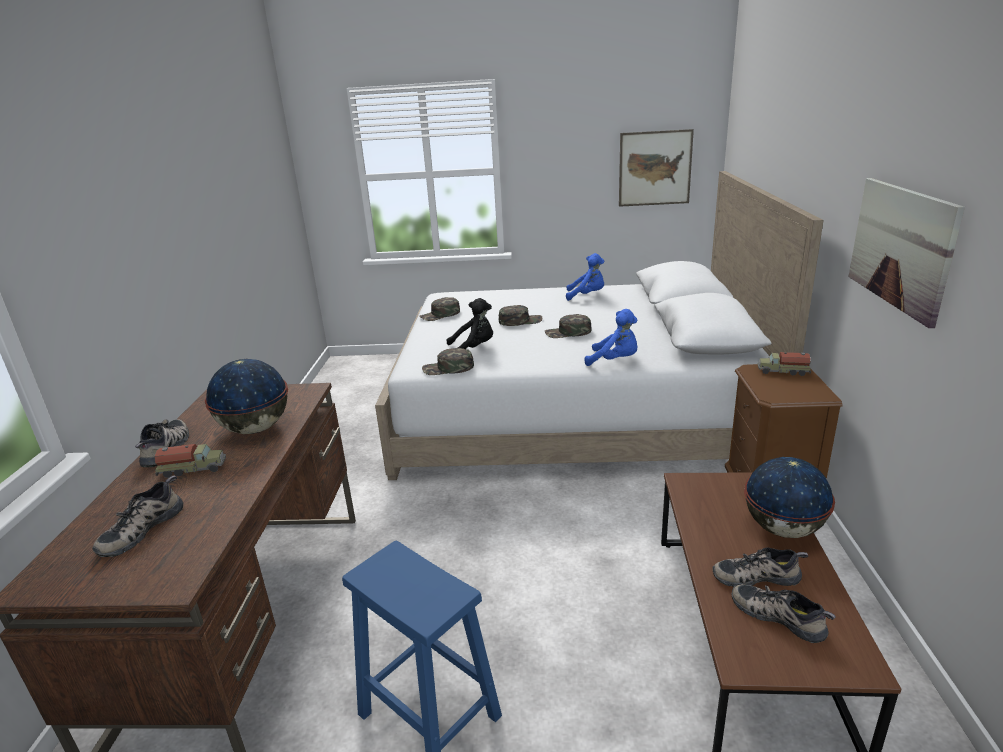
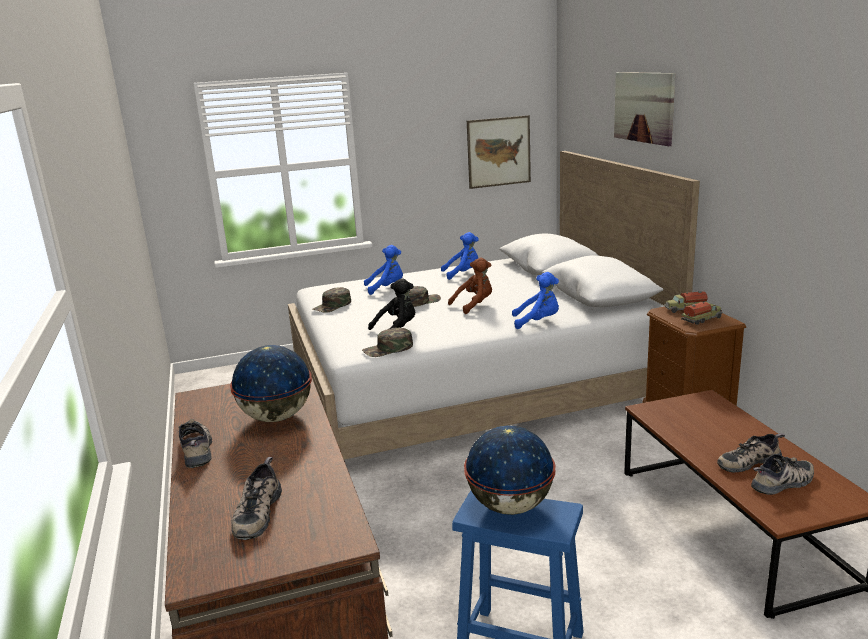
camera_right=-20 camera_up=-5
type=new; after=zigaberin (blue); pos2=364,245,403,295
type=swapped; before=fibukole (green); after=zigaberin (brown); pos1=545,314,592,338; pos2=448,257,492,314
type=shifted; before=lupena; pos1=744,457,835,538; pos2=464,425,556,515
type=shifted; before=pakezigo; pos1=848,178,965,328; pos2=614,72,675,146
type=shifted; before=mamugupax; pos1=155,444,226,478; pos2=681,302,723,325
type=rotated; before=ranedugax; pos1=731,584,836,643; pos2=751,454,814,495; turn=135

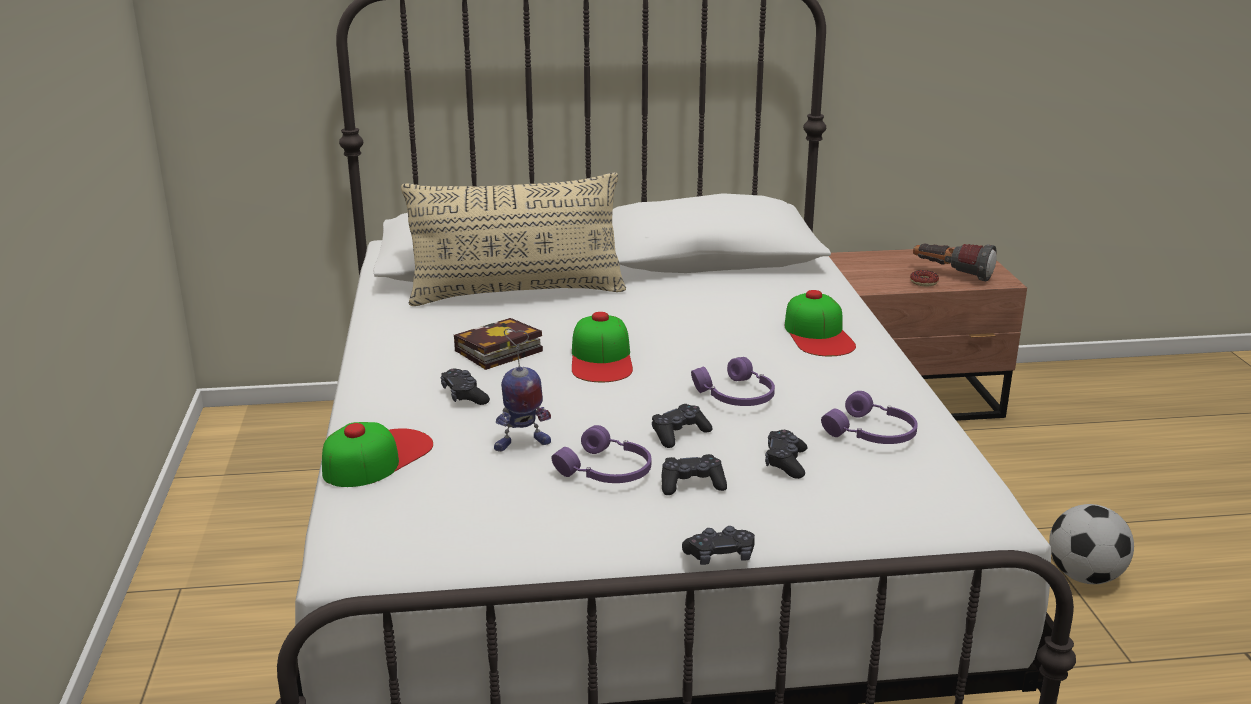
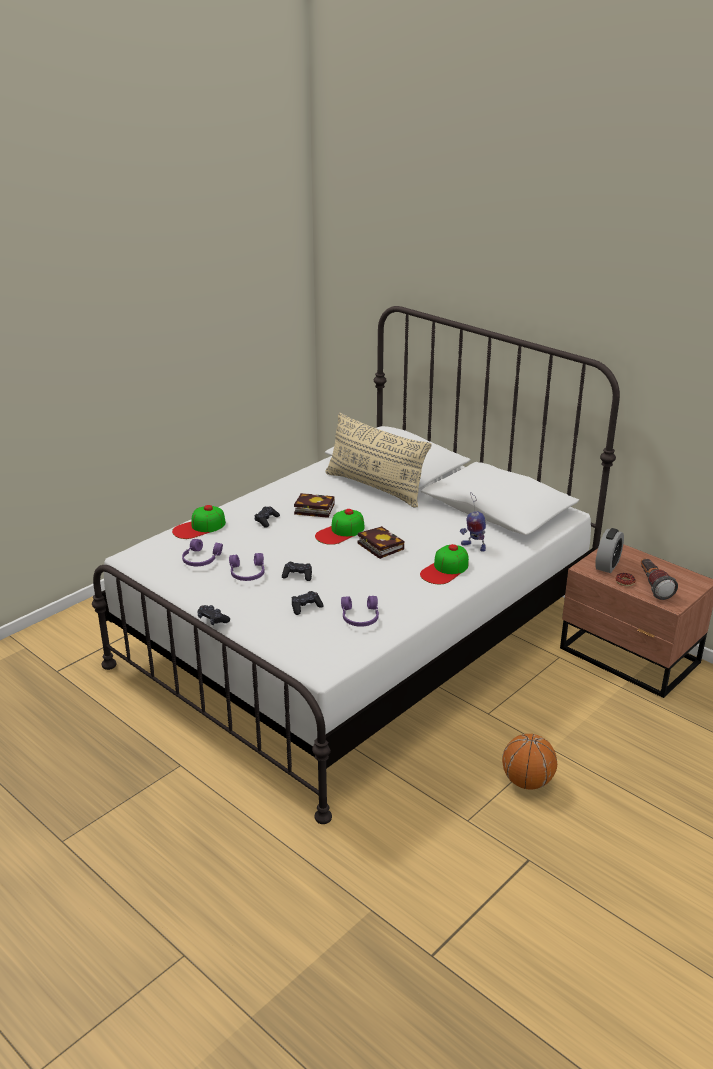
camera_right=50 camera_up=5
type=rotated; before=fibukole; pos1=322,422,433,487; pos2=172,505,226,539; turn=150
type=shifted; before=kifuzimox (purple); pos1=691,357,775,406; pos2=182,539,223,566
type=new; after=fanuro; pos2=357,526,405,559
type=shifted; before=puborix; pos1=494,328,551,452; pos2=460,492,486,552
type=swapped; before=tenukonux; after=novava; pos1=1049,504,1134,584; pos2=502,734,557,789
type=new; after=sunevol; pos2=595,528,624,573
type=gone; before=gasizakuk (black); pos1=662,454,727,495

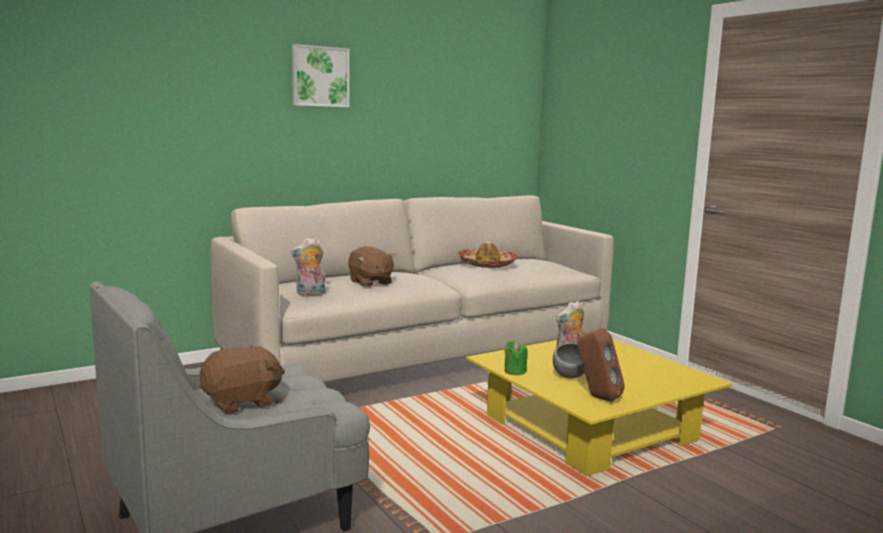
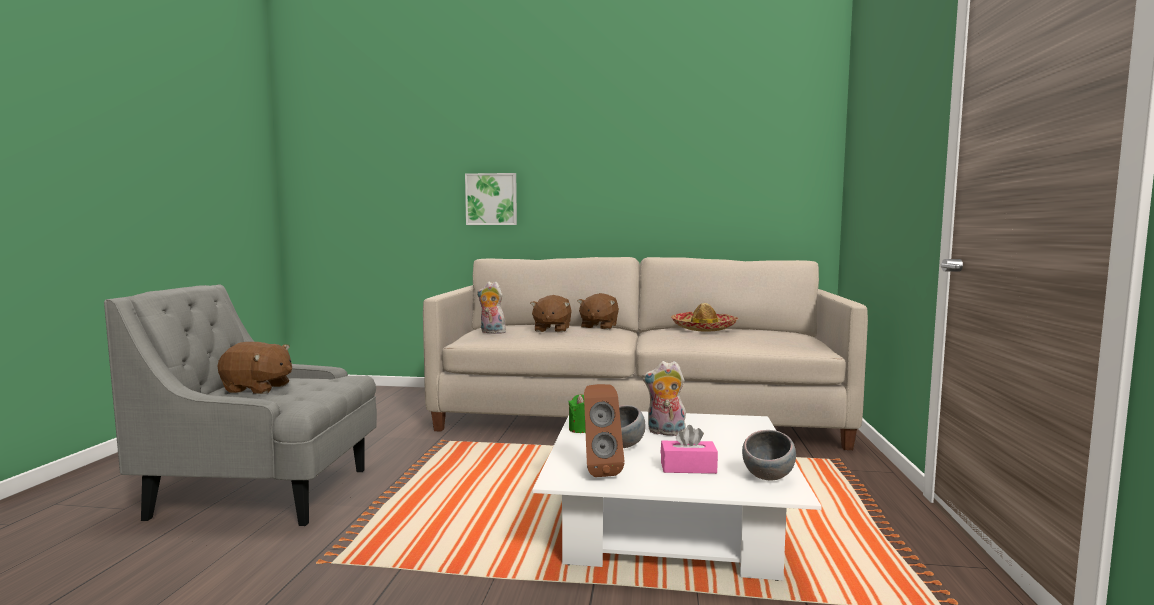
camera_right=40 camera_up=-5
type=shifted; before=pakezigo; pos1=292,44,349,107; pos2=465,173,517,225
type=repainted; before=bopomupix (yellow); after=bopomupix (white); pos1=466,339,733,477; pos2=533,411,822,581
type=new; after=zigaberin (brown); pos2=577,293,619,330
type=new; after=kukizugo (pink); pos2=661,425,718,474
type=new; after=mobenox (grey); pos2=742,430,796,480

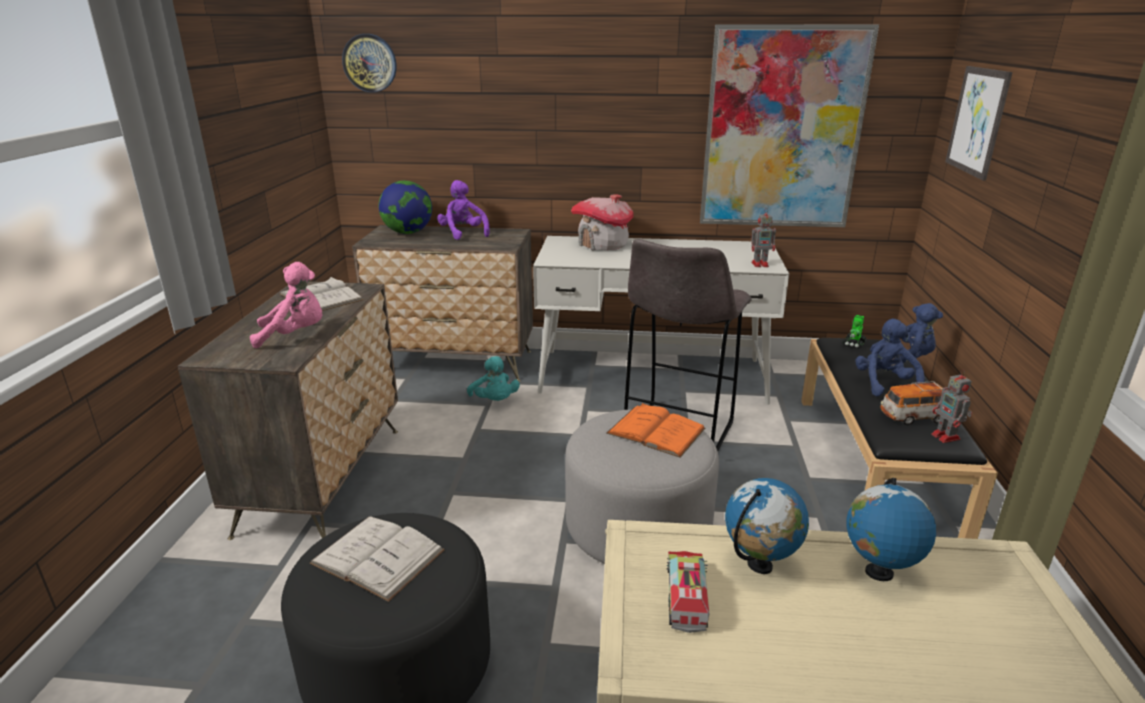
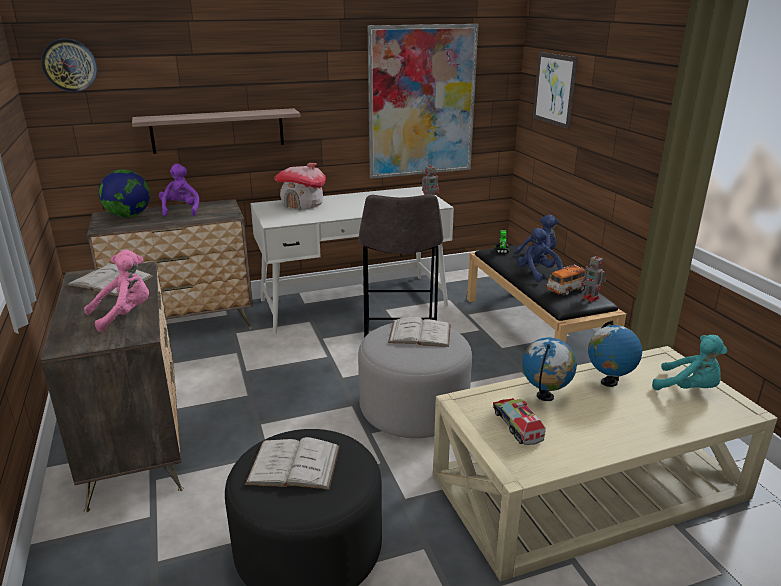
camera_right=-25 camera_up=0
type=new; after=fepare; pos2=132,108,301,154
type=rotated; before=zigaberin (purple); pos1=437,180,490,240; pos2=159,164,199,216; turn=45
type=repainted; before=fanuro (orange); after=fanuro (white); pos1=606,403,705,458; pos2=388,316,451,347
type=shifted; before=zigaberin (turquoise); pos1=467,356,520,401; pos2=652,335,728,390

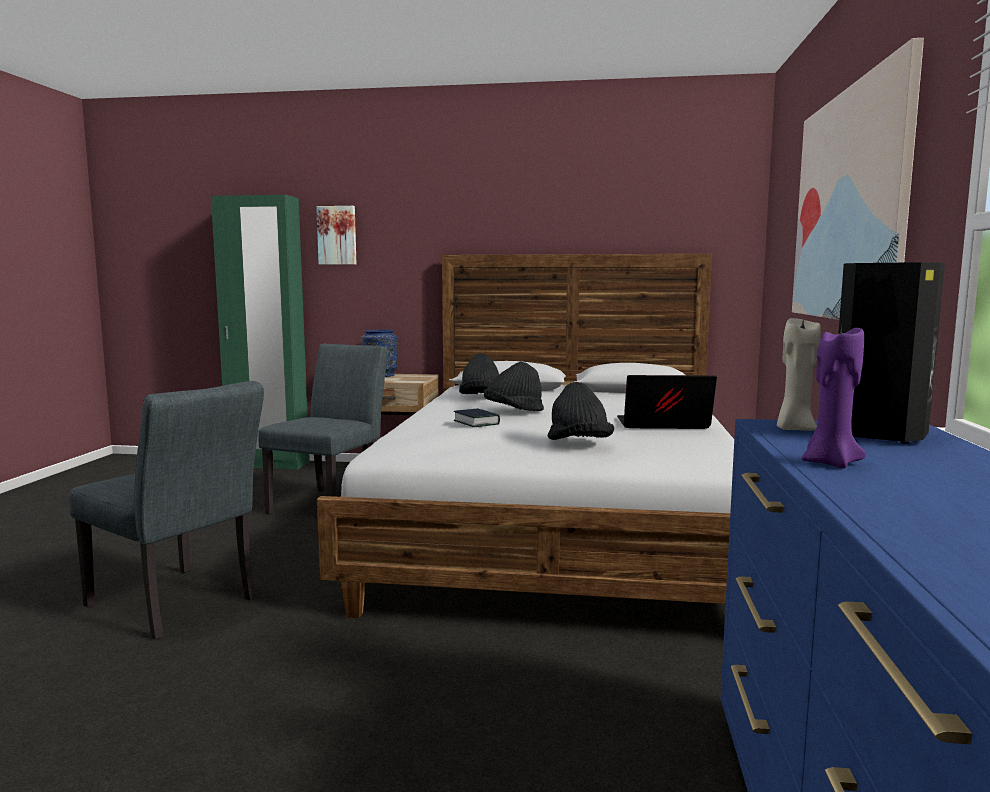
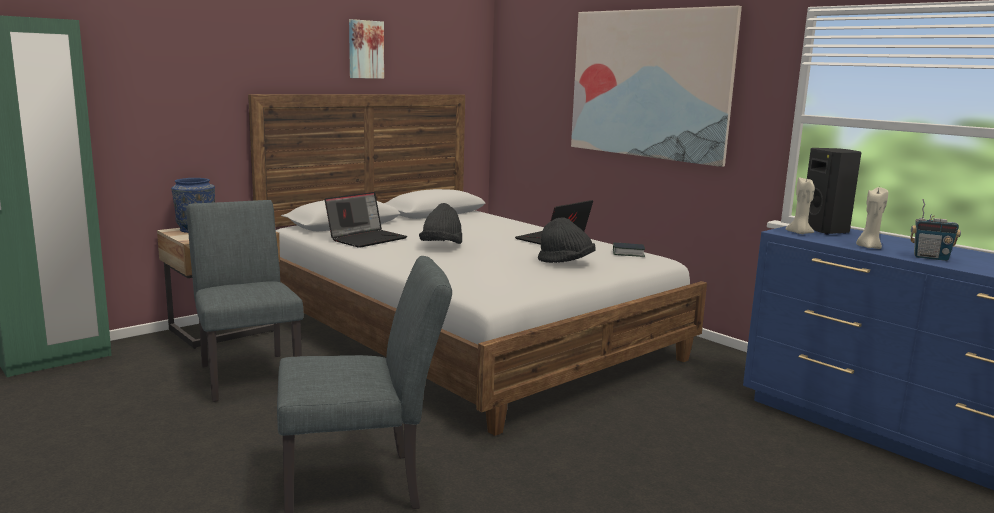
camera_right=-50 camera_up=5
type=swapped; before=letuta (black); after=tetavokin; pos1=459,353,499,394; pos2=325,192,407,248
type=shifted; before=pakezigo; pos1=316,206,357,265; pos2=349,19,384,79
type=shifted; before=fanuro; pos1=454,408,500,427; pos2=613,243,645,257
type=repainted; before=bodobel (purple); after=bodobel (beige); pos1=801,324,866,469; pos2=856,187,888,249
type=new; after=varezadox; pos2=911,199,961,261

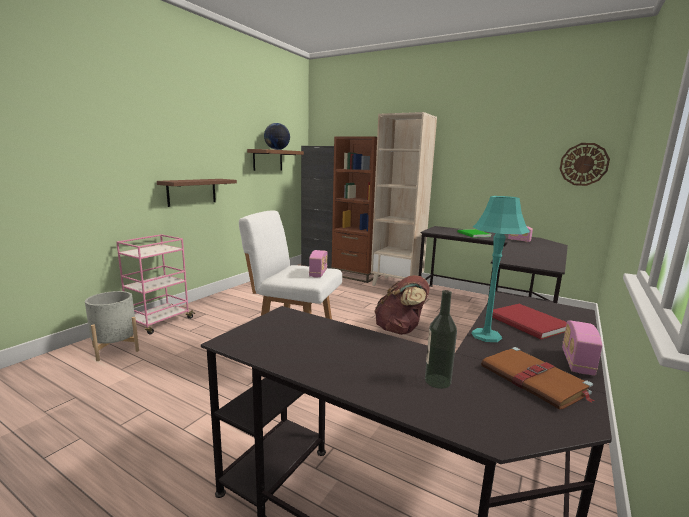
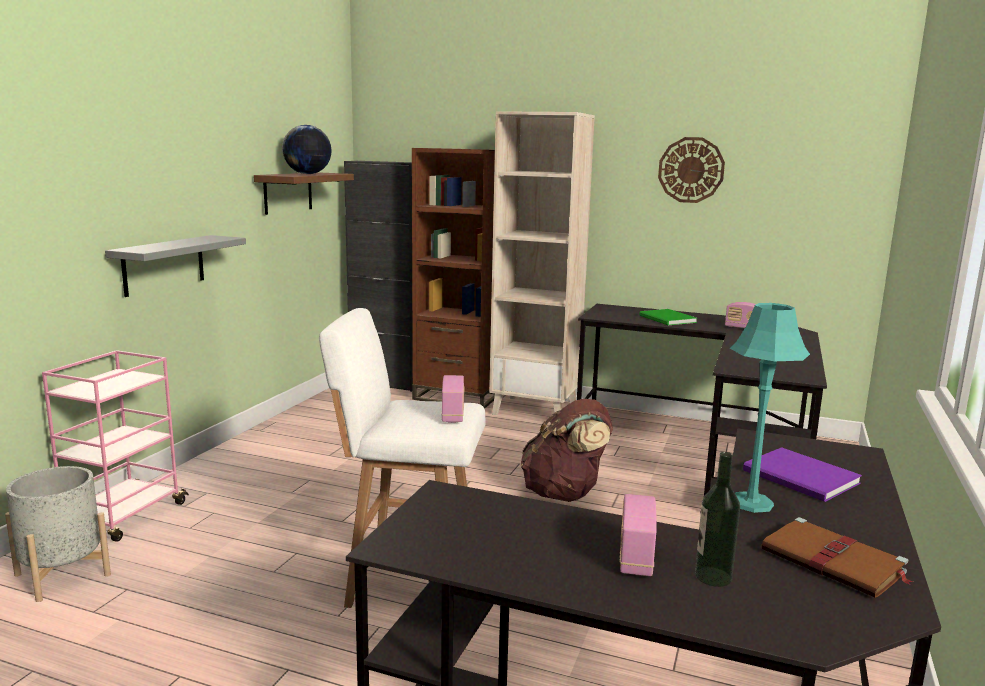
camera_right=-10 camera_up=0
type=repainted; before=fepare (brown); after=fepare (grey); pos1=157,179,237,207; pos2=105,235,246,297
type=shifted; before=varezadox; pos1=562,320,602,376; pos2=619,494,656,576
type=shifted; before=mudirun; pos1=560,143,610,186; pos2=658,137,725,203
type=repainted; before=fanuro (red); after=fanuro (purple); pos1=492,304,567,339; pos2=743,447,862,502

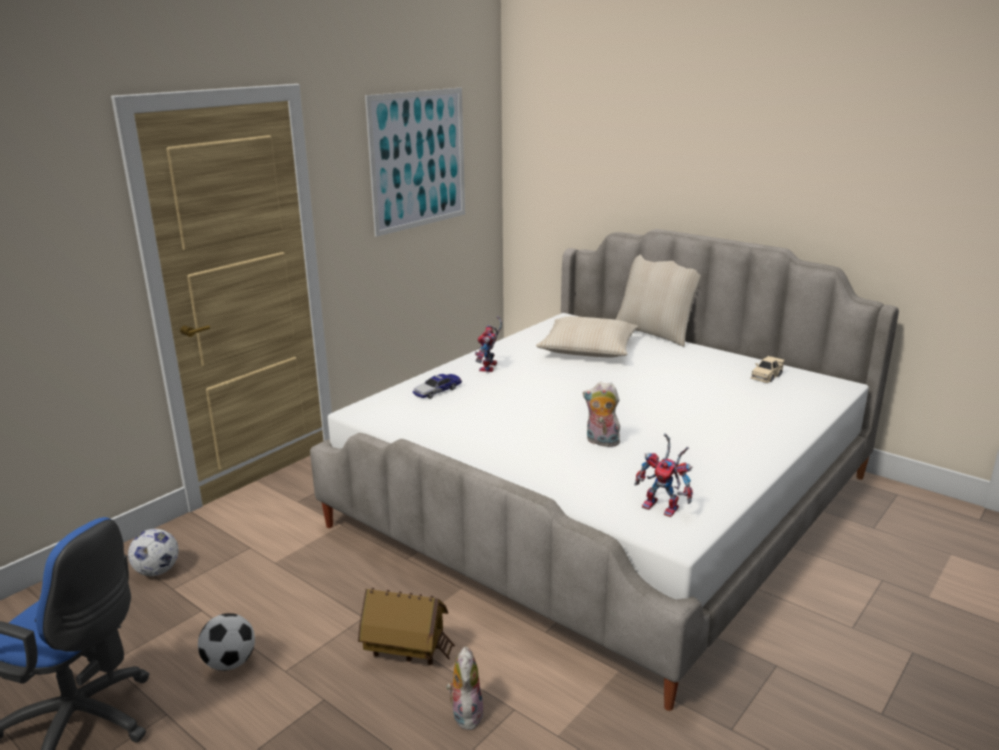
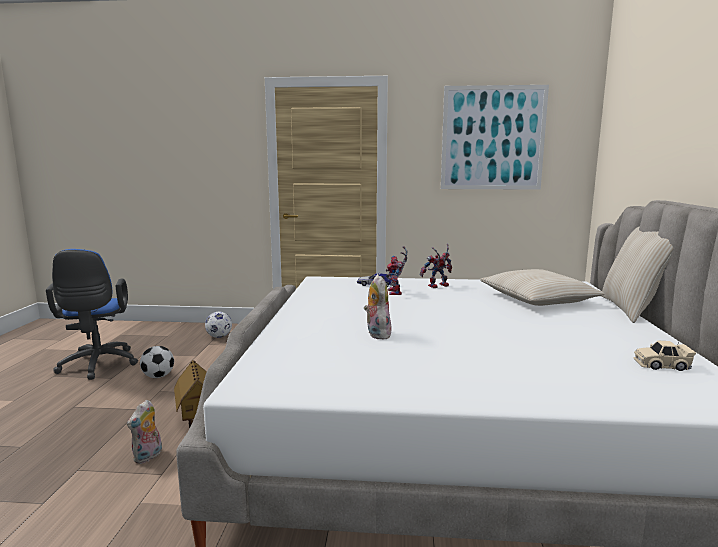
camera_right=55 camera_up=-10
type=rotated; before=zigaberin; pos1=446,646,484,730; pos2=127,400,162,464; turn=150
type=shifted; before=puborix; pos1=634,434,693,517; pos2=386,246,408,295

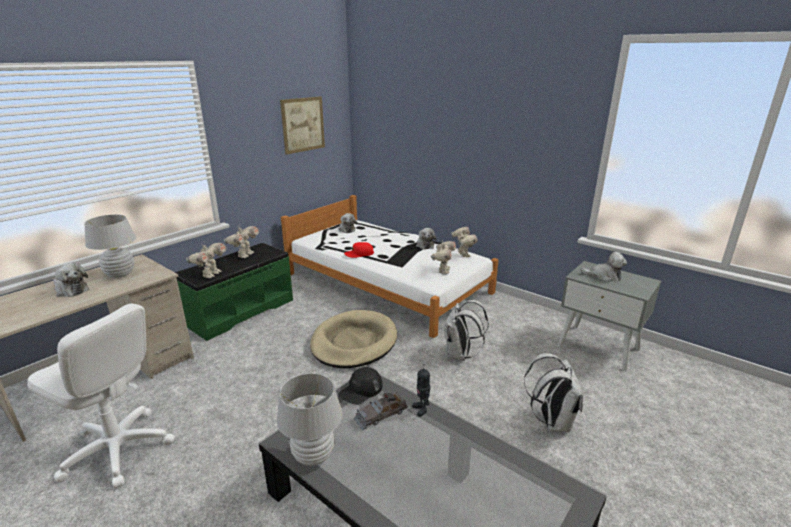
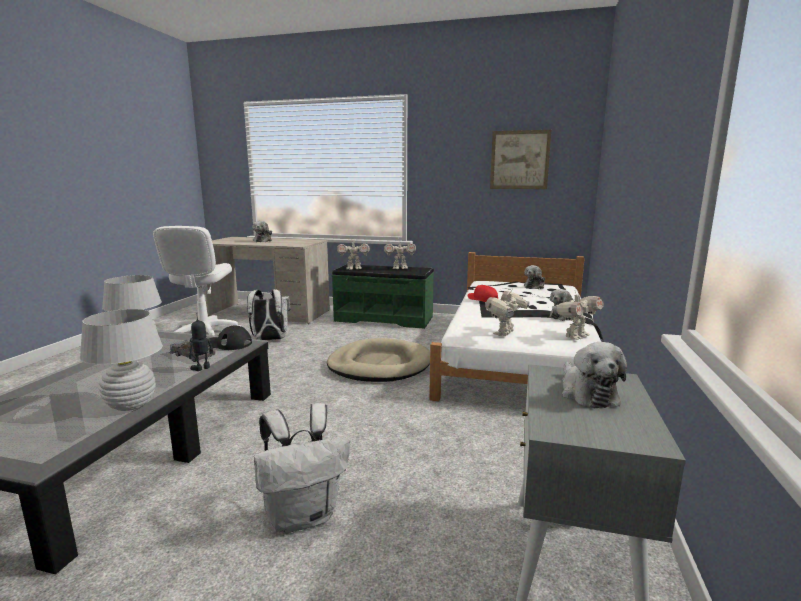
camera_right=65 camera_up=-10
type=shifted; before=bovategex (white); pos1=84,214,136,278; pos2=80,309,163,411
type=shifted; before=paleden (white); pos1=444,300,489,361; pos2=247,289,290,341
type=rotated; before=puborix; pos1=431,240,456,274; pos2=485,290,530,336; turn=135

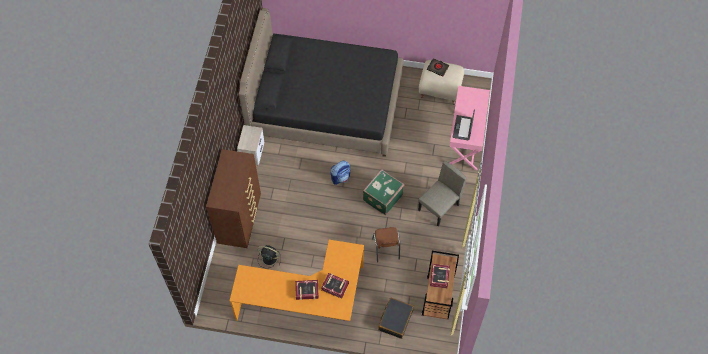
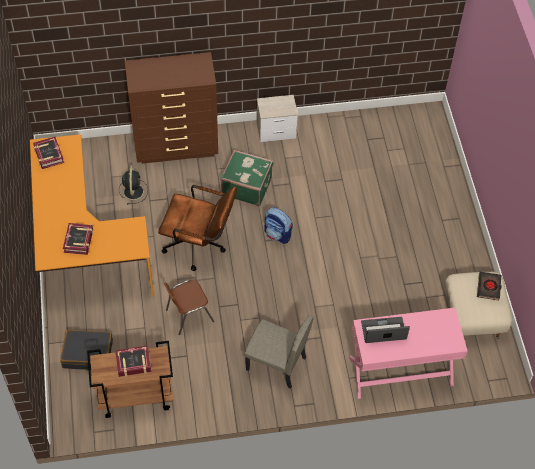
camera_right=70 camera_up=-5
type=shifted; before=fanuro; pos1=295,280,319,300; pos2=33,137,64,169
type=new; after=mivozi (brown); pos2=158,185,237,271
type=shifted; before=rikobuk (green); pos1=363,169,404,215; pos2=221,149,273,206
type=gone; before=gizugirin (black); pos1=239,8,403,157

